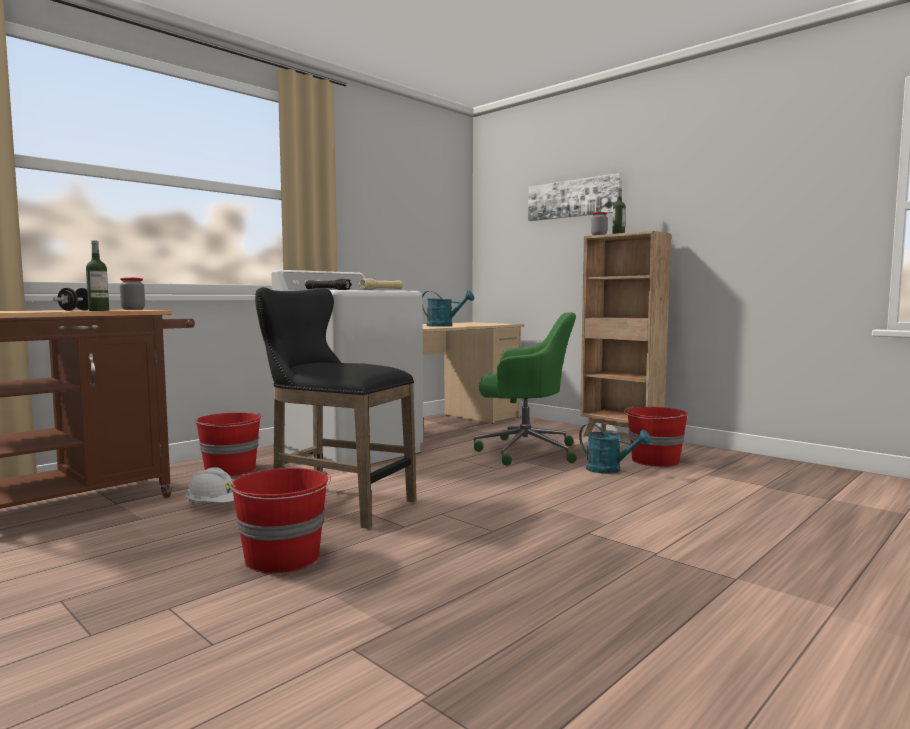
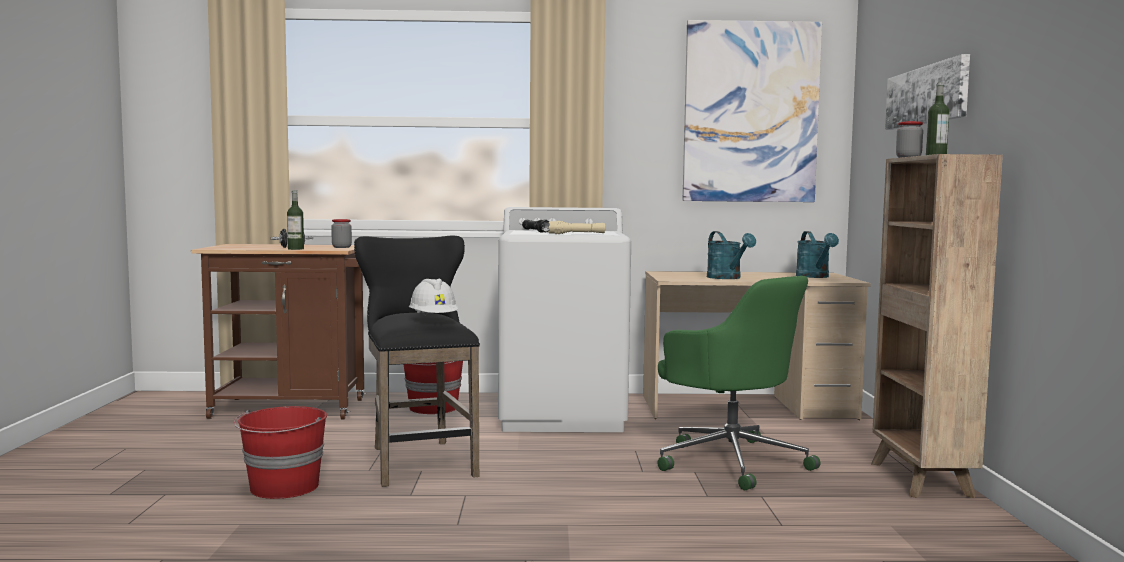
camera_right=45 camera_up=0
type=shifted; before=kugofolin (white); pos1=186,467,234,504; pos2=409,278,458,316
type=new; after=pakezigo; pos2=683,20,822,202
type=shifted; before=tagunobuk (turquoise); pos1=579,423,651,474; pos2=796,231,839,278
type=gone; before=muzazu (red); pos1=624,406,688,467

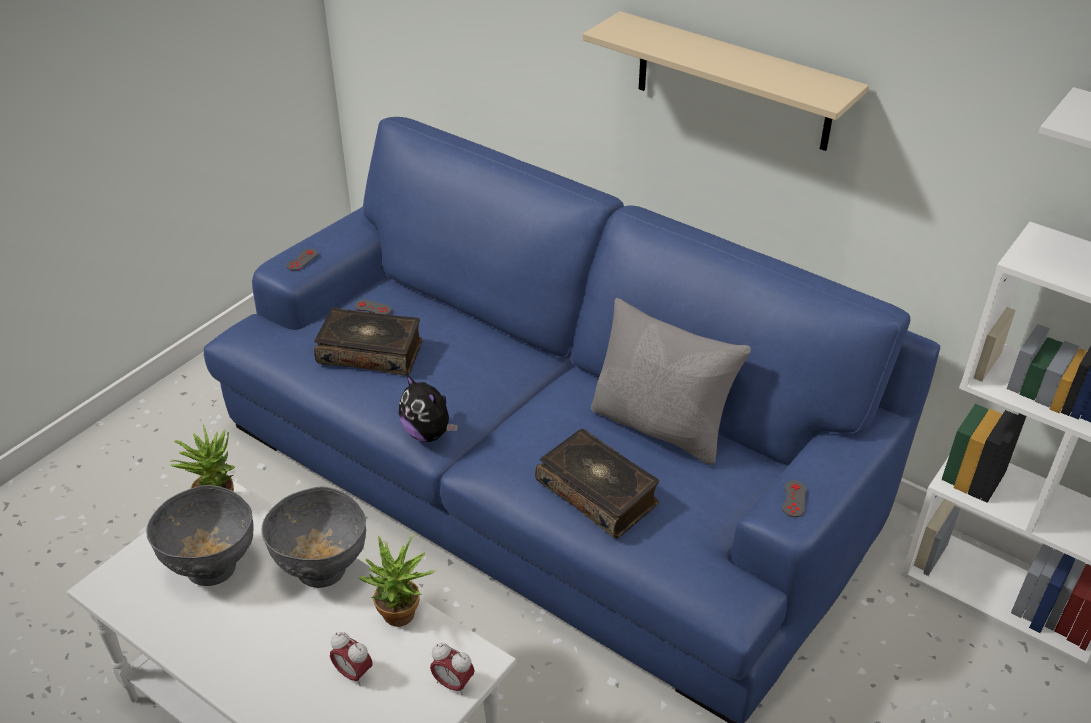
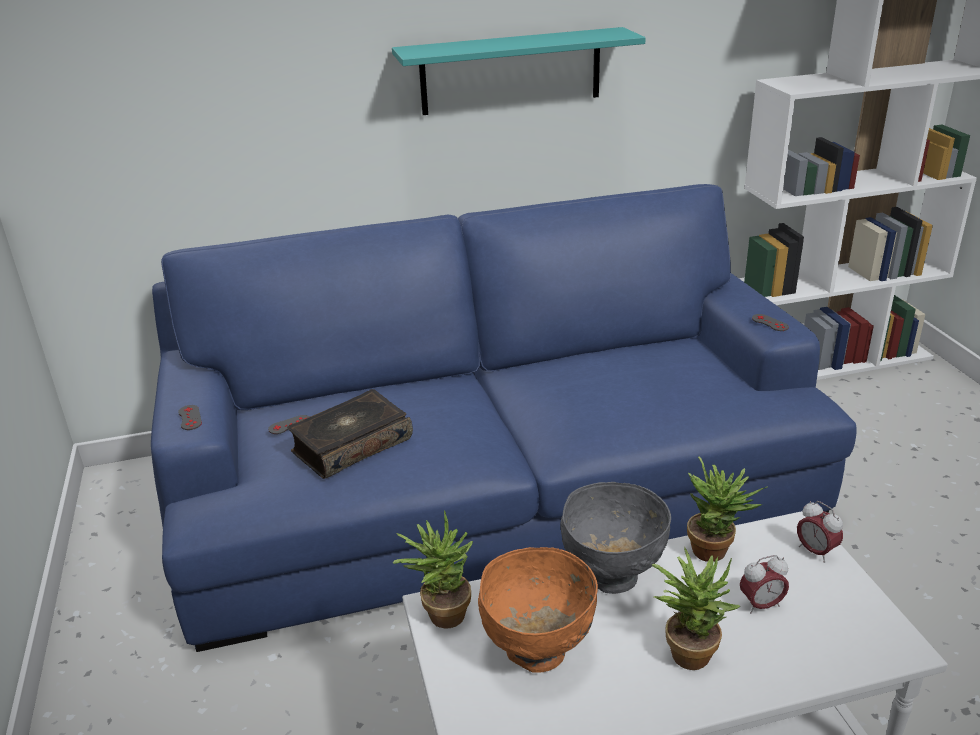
camera_right=-50 camera_up=-10
type=repainted; before=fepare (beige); after=fepare (turquoise); pos1=583,11,869,151; pos2=392,27,646,115
type=repainted; before=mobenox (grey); after=mobenox (orange); pos1=146,485,254,586; pos2=478,547,598,673
type=new; after=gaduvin; pos2=652,547,740,670
type=rotated; before=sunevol; pos1=430,643,475,696; pos2=797,501,843,563; turn=75
type=gone; before=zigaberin; pos1=399,374,458,442
type=gone; before=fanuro; pos1=535,429,659,538
type=gone; before=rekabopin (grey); pos1=591,298,751,465

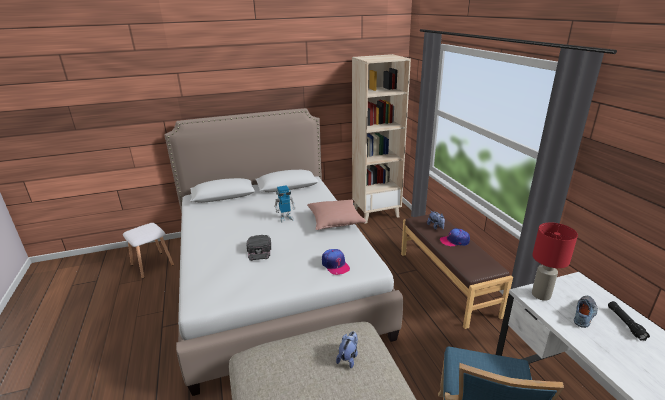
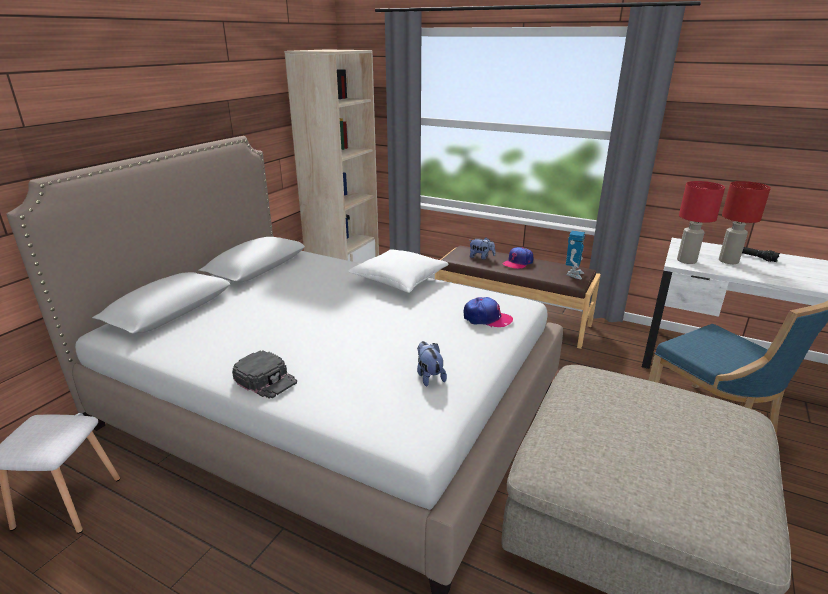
camera_right=-45 camera_up=0
type=shifted; before=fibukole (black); pos1=247,235,271,261; pos2=232,351,297,398
type=repainted; before=rekabopin (pink); after=rekabopin (white); pos1=307,200,366,230; pos2=348,249,448,293
type=shifted; before=zigaberin; pos1=336,331,358,368; pos2=417,341,447,386
type=shifted; before=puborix; pos1=274,185,296,223; pos2=566,231,585,279
type=swapped; before=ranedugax; after=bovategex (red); pos1=574,296,598,328; pos2=719,181,771,264

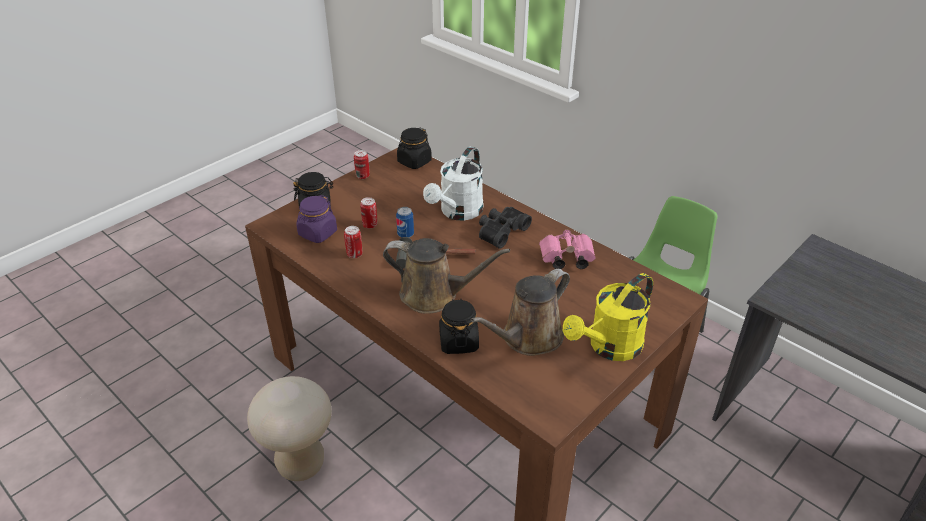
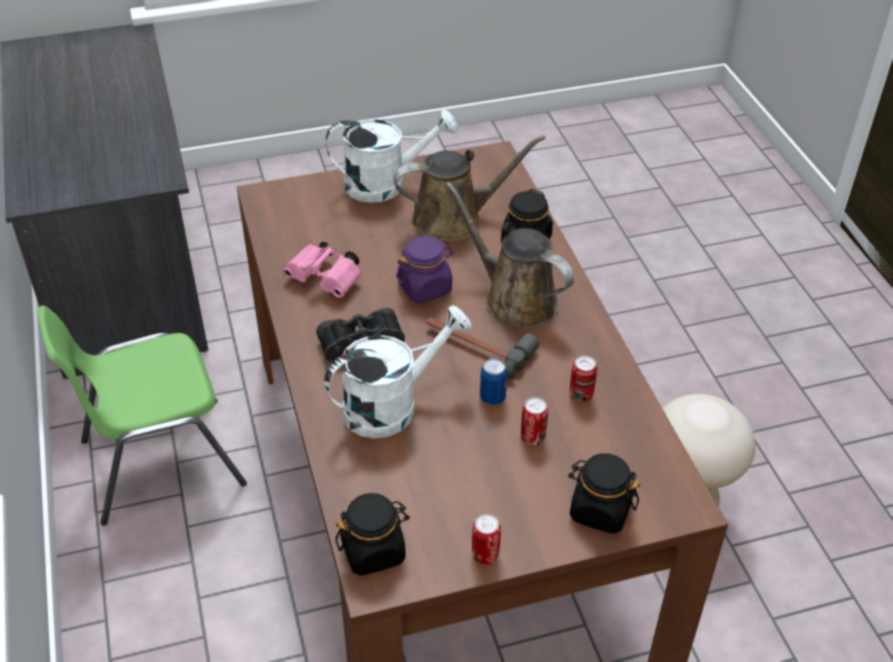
camera_right=-150 camera_up=5
type=repainted; before=tagunobuk (yellow); after=tagunobuk (white); pos1=563,273,653,361; pos2=326,110,457,203
type=shifted; before=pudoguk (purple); pos1=296,195,337,243; pos2=396,236,454,303

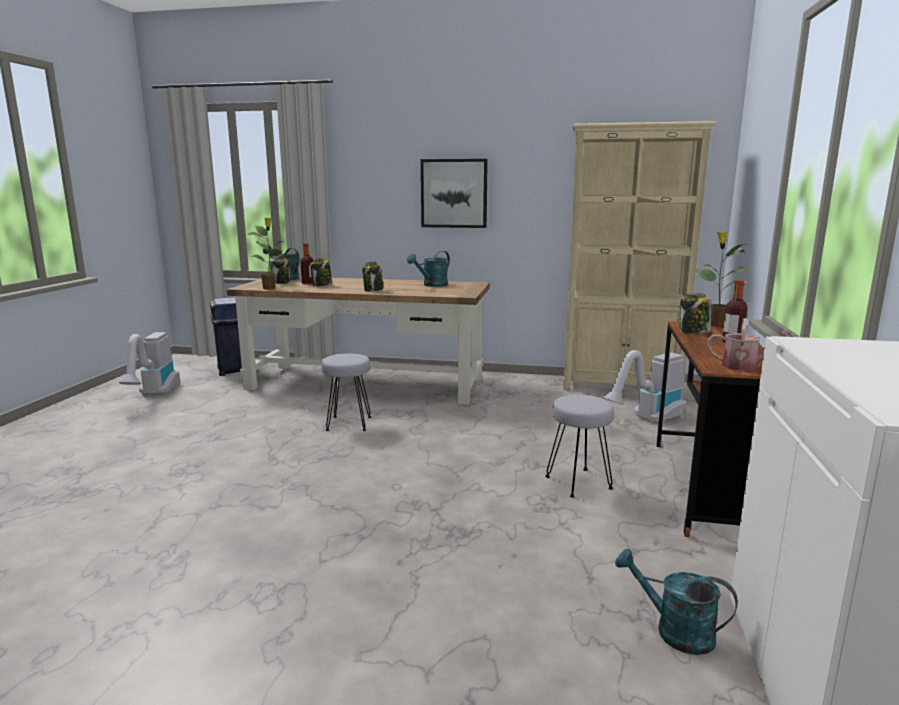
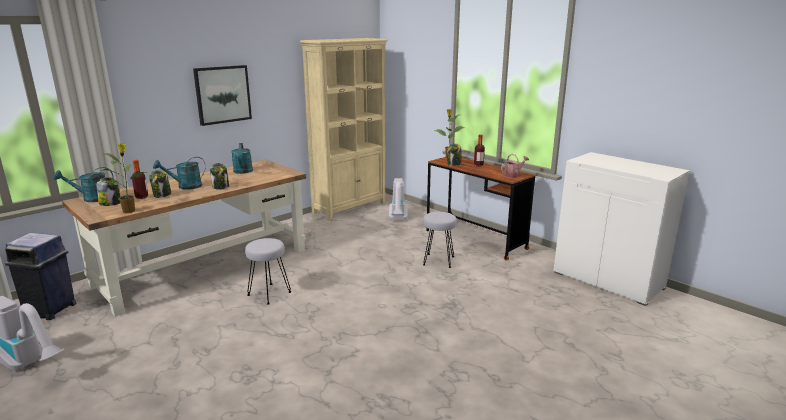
camera_right=-55 camera_up=5
type=shifted; before=tagunobuk (turquoise); pos1=615,549,738,655; pos2=153,157,206,190

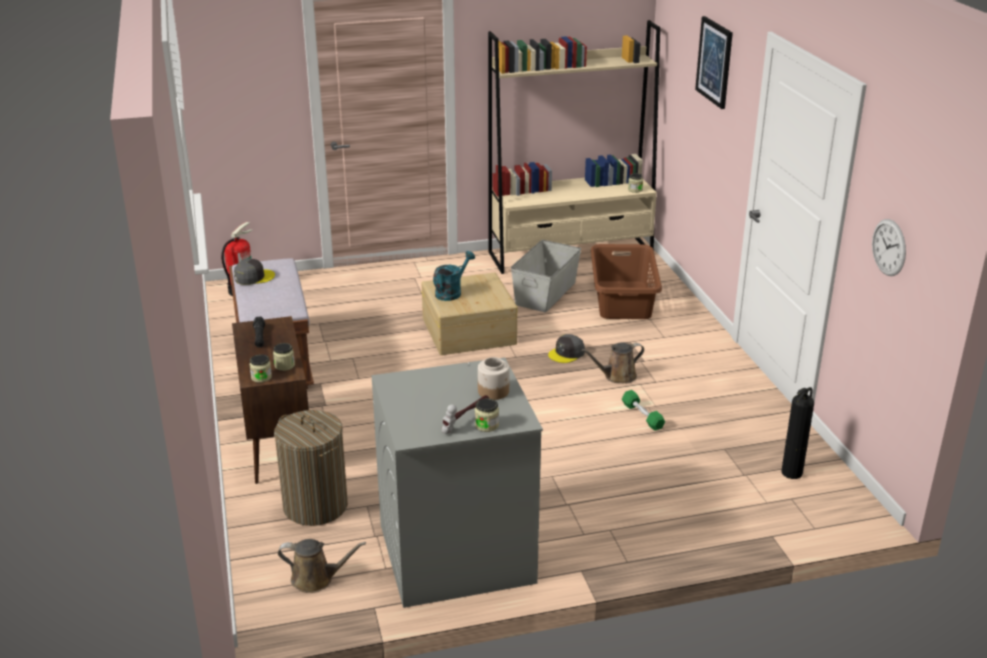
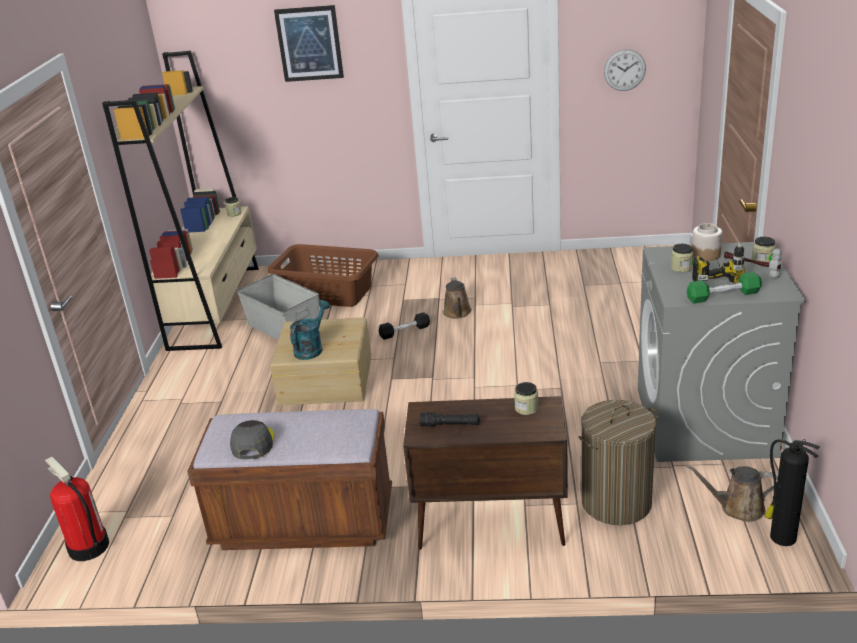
camera_right=-70 camera_up=0
type=rotated; before=tagunobuk (turquoise); pos1=433,251,475,301; pos2=290,300,330,360; turn=60
type=swapped; before=fibukole (grey); after=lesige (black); pos1=548,334,585,363; pos2=379,312,430,340
type=shifted; before=pudoguk; pos1=250,354,272,383; pos2=671,244,694,272
type=rotated; before=tagunobuk (brown); pos1=278,539,366,593; pos2=685,464,778,522; turn=-105
type=shifted; before=lesige (green); pos1=622,390,665,431; pos2=687,272,762,304
type=new; after=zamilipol; pos2=692,242,745,284
type=shifted; before=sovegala; pos1=781,387,814,479; pos2=764,439,820,546

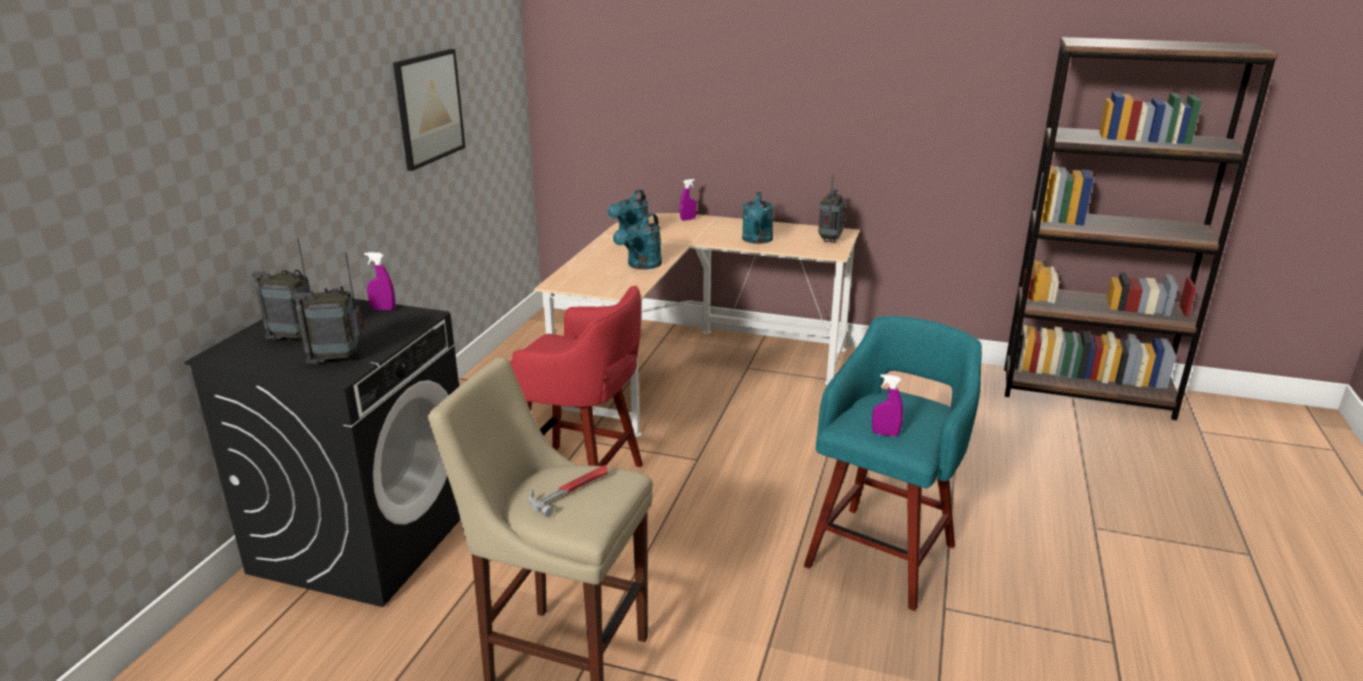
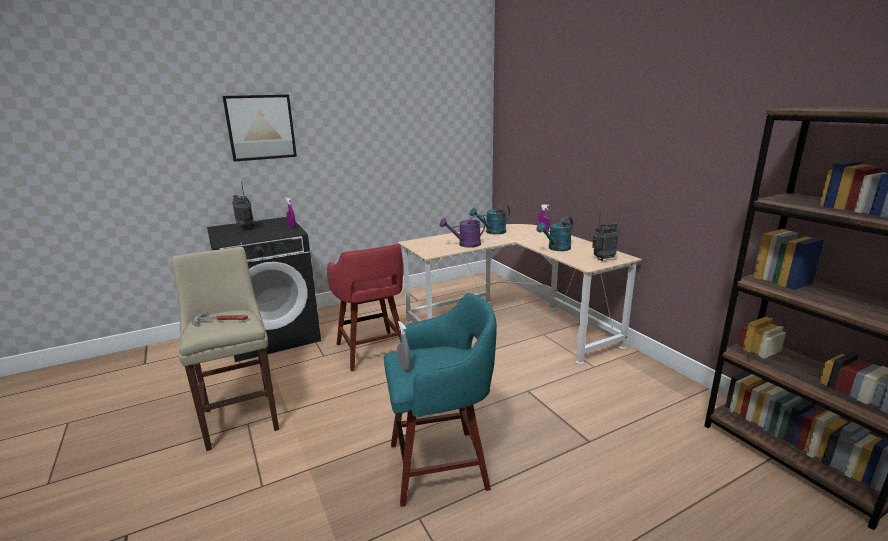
camera_right=45 camera_up=-5
type=shifted; before=pakezigo; pos1=393,49,465,171; pos2=222,95,297,162
type=repainted; before=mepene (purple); after=mepene (grey); pos1=872,374,903,437; pos2=397,321,411,371
type=repainted; before=tagunobuk (turquoise); after=tagunobuk (purple); pos1=613,213,662,269; pos2=440,215,486,248
type=gone; before=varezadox; pos1=293,252,364,364

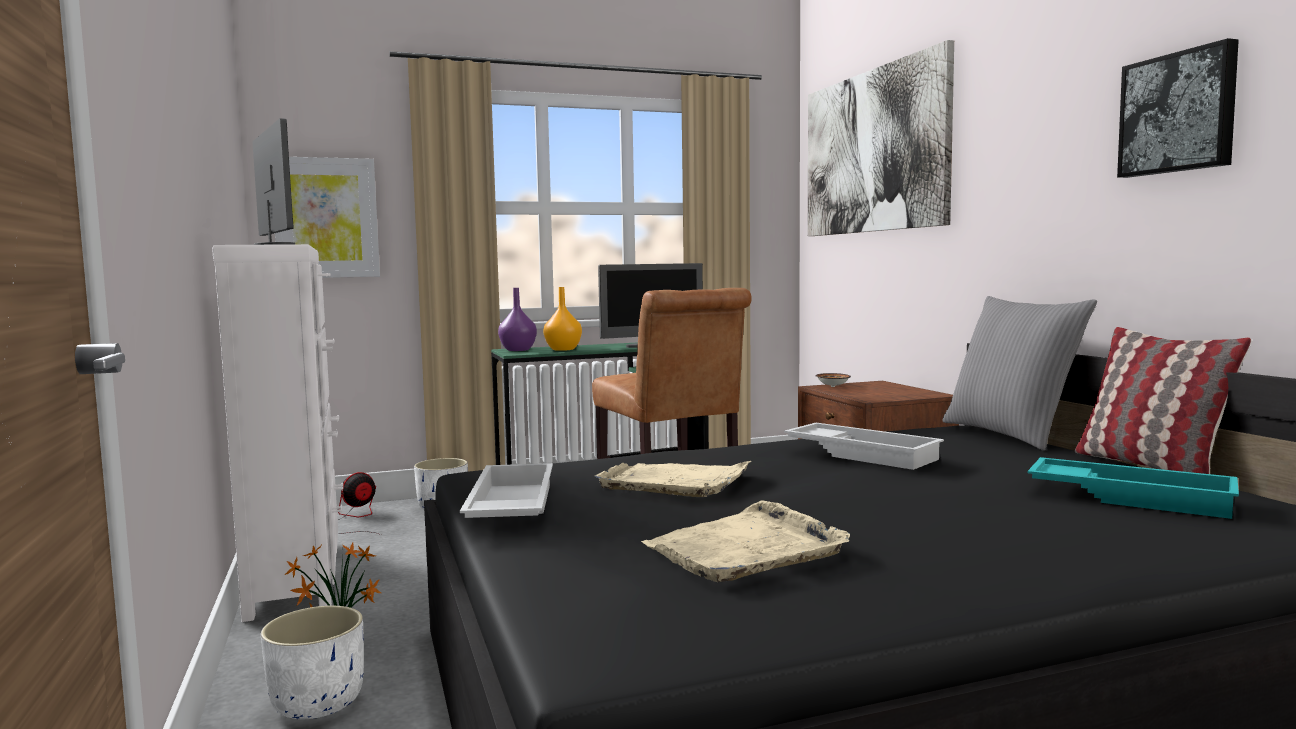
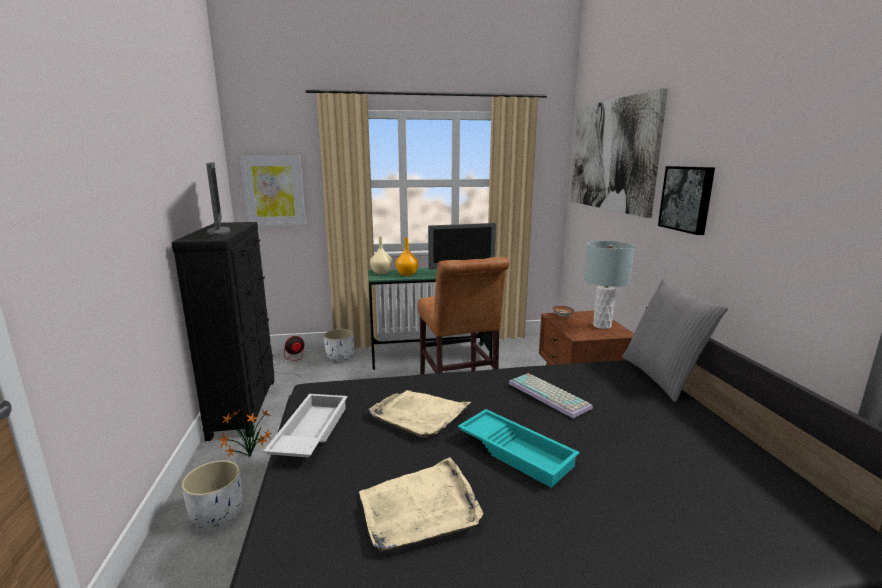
camera_right=10 camera_up=10
type=repainted; before=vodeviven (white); after=vodeviven (black); pos1=212,244,343,622; pos2=172,222,274,441
type=repainted; before=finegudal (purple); after=finegudal (beige); pos1=498,288,537,351; pos2=370,236,393,274
type=shifted; before=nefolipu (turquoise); pos1=1028,457,1239,519; pos2=458,409,580,488
type=swapped; before=nefolipu (white); after=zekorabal; pos1=784,423,944,470; pos2=509,373,593,418
type=new; after=bovategex (grey); pos2=584,241,635,329
type=shifted; before=pakezigo; pos1=1117,38,1239,178; pos2=658,166,715,235
type=gone; before=rekabopin; pos1=1075,327,1251,474

